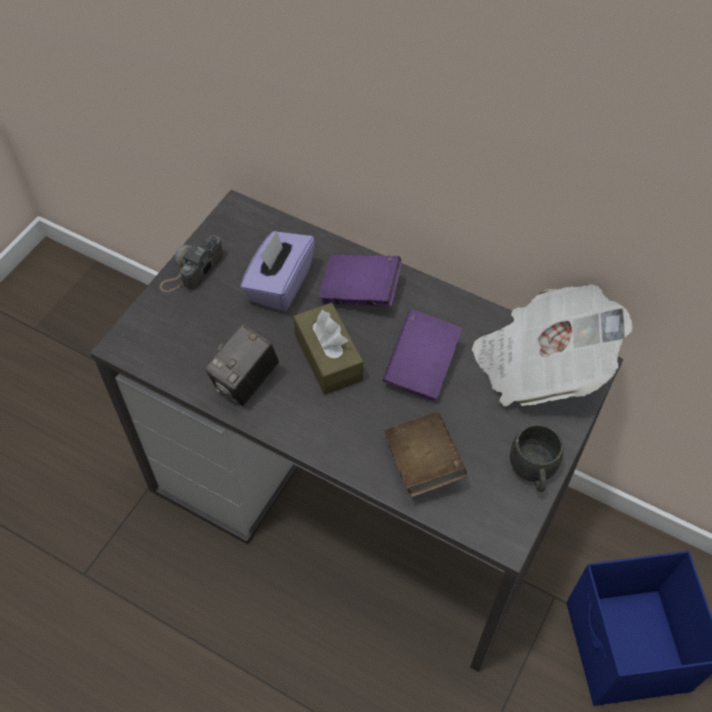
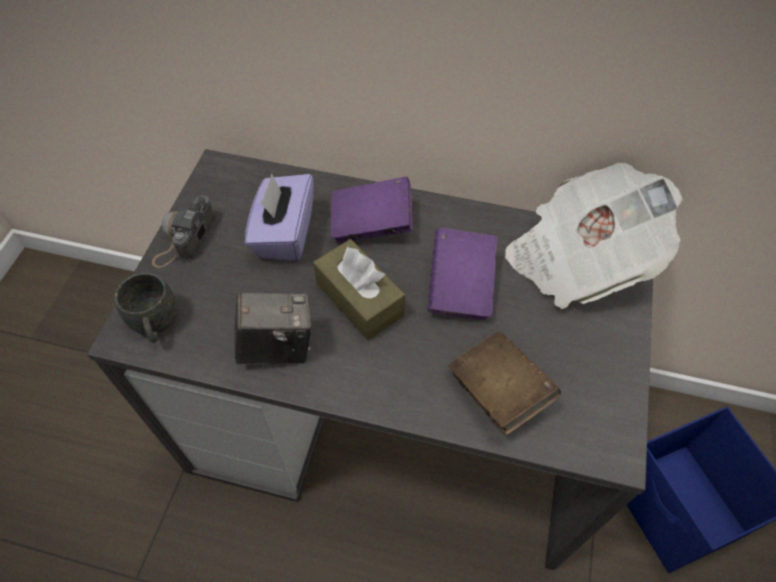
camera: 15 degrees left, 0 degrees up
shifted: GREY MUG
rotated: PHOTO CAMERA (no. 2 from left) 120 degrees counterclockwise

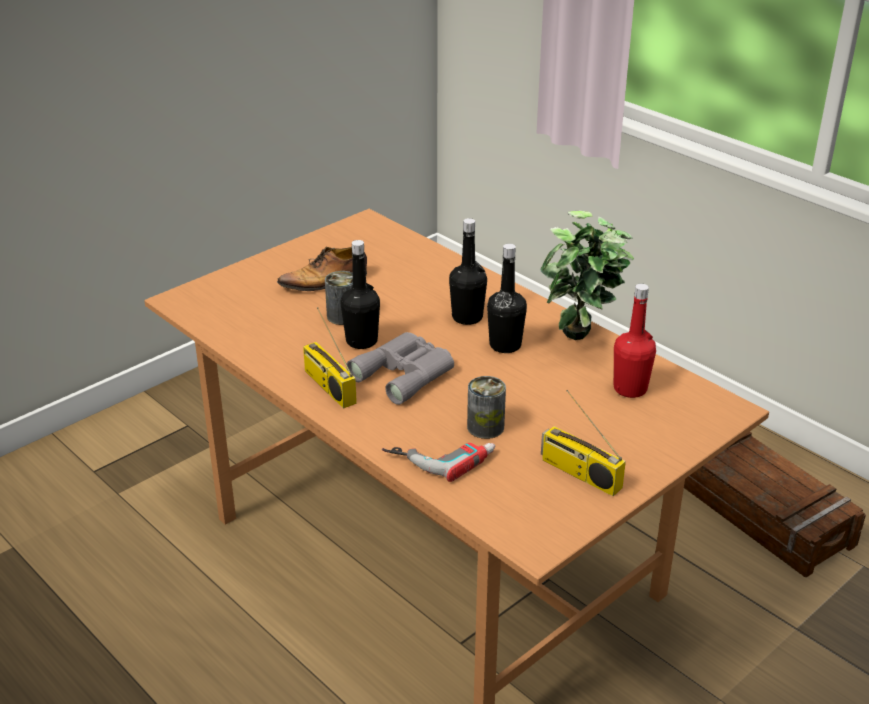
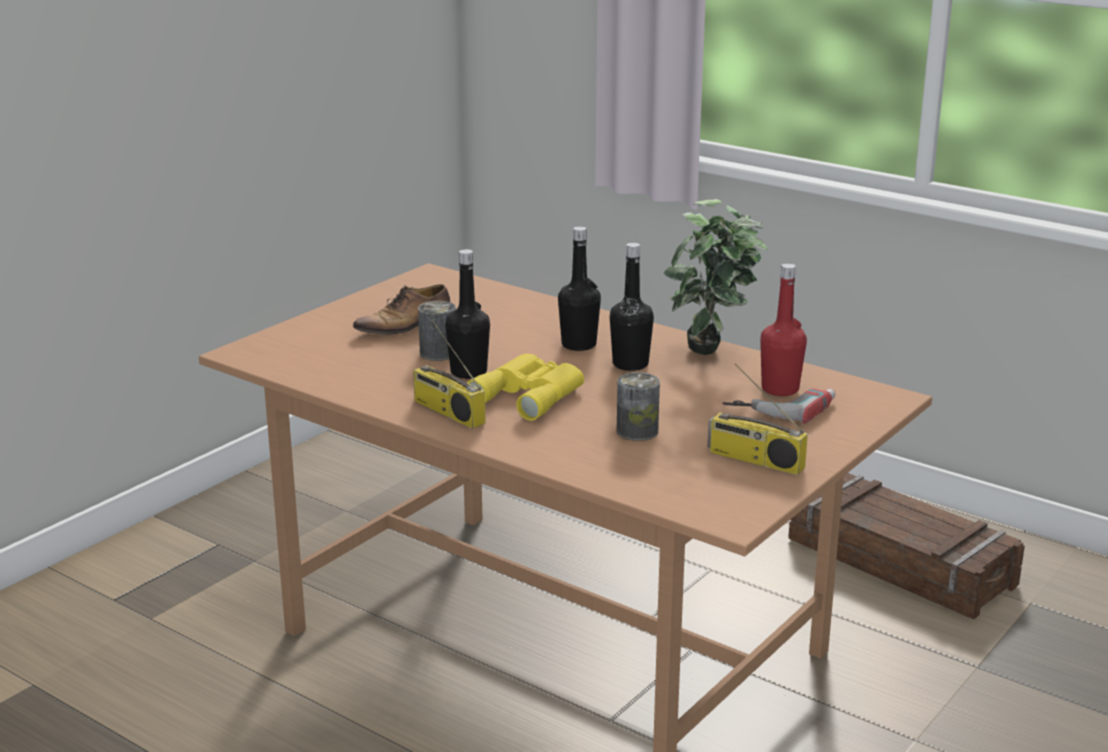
camera: 10 degrees left, 10 degrees down
shifted: POWER DRILL
repainted: GREY BINOCULARS to YELLOW BINOCULARS

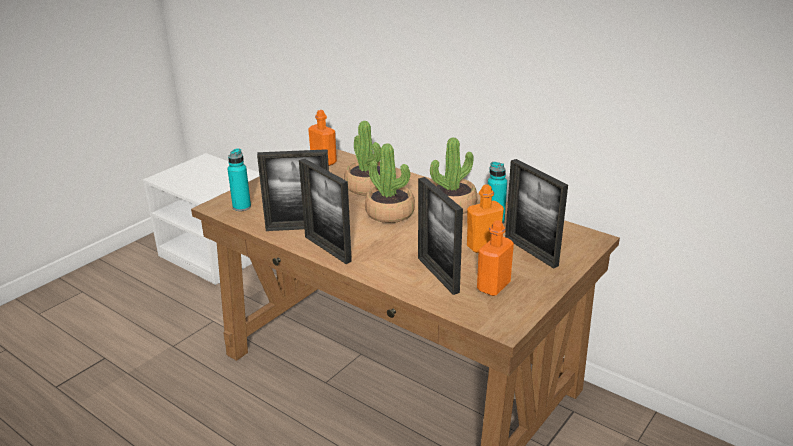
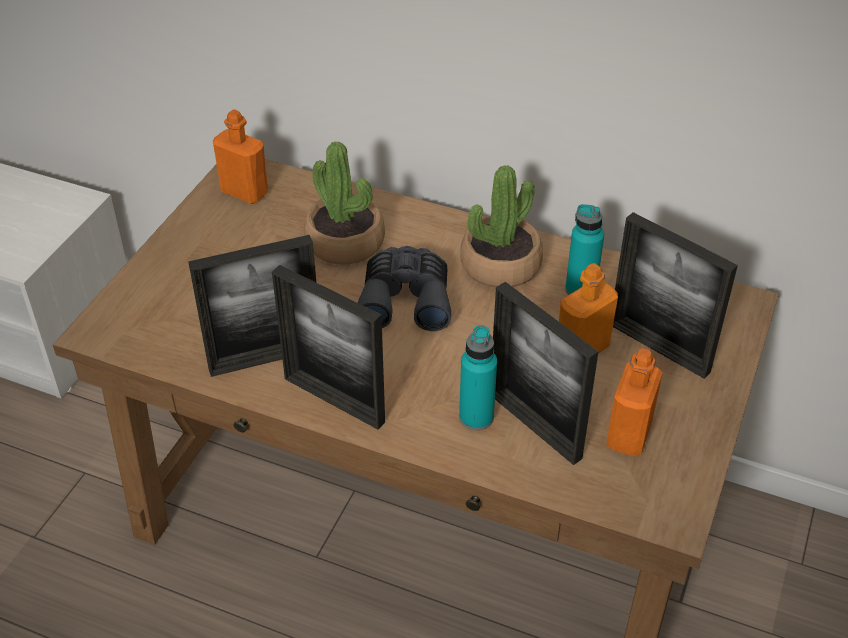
camera: 15 degrees left, 15 degrees up
shifted: TURQUOISE BOTTLE (no. 1 from left)
swapped: POTTED PLANT (no. 2 from left) to GREY BINOCULARS

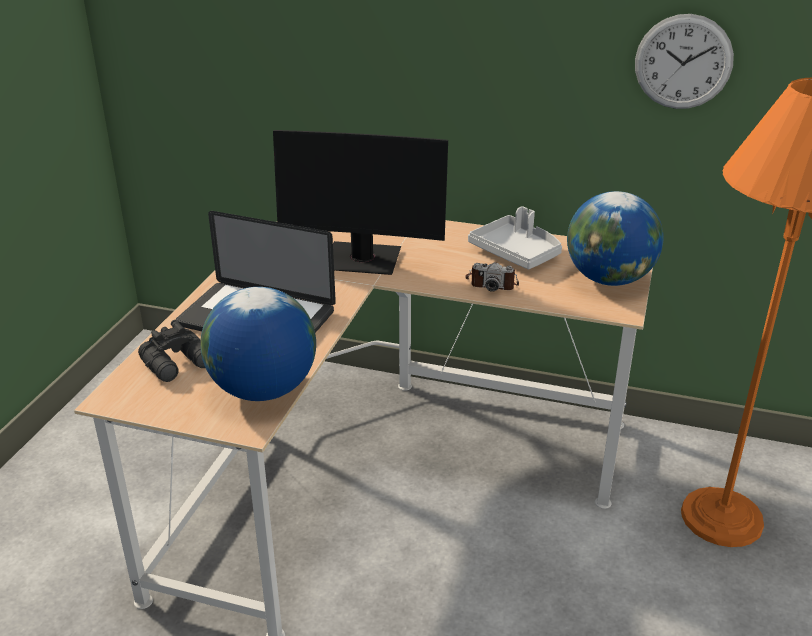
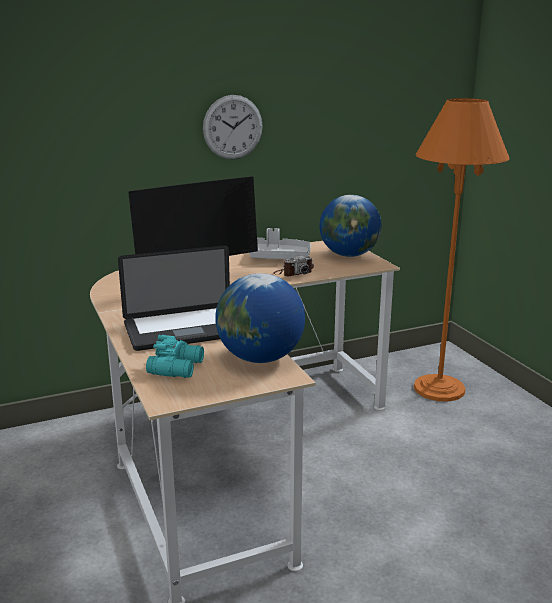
camera: 40 degrees left, 10 degrees down
shifted: WALL CLOCK
repainted: BLACK BINOCULARS to TURQUOISE BINOCULARS

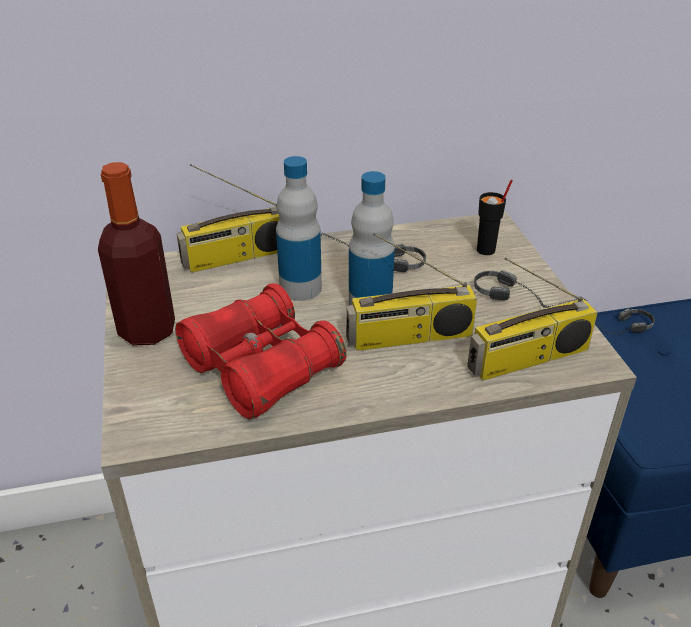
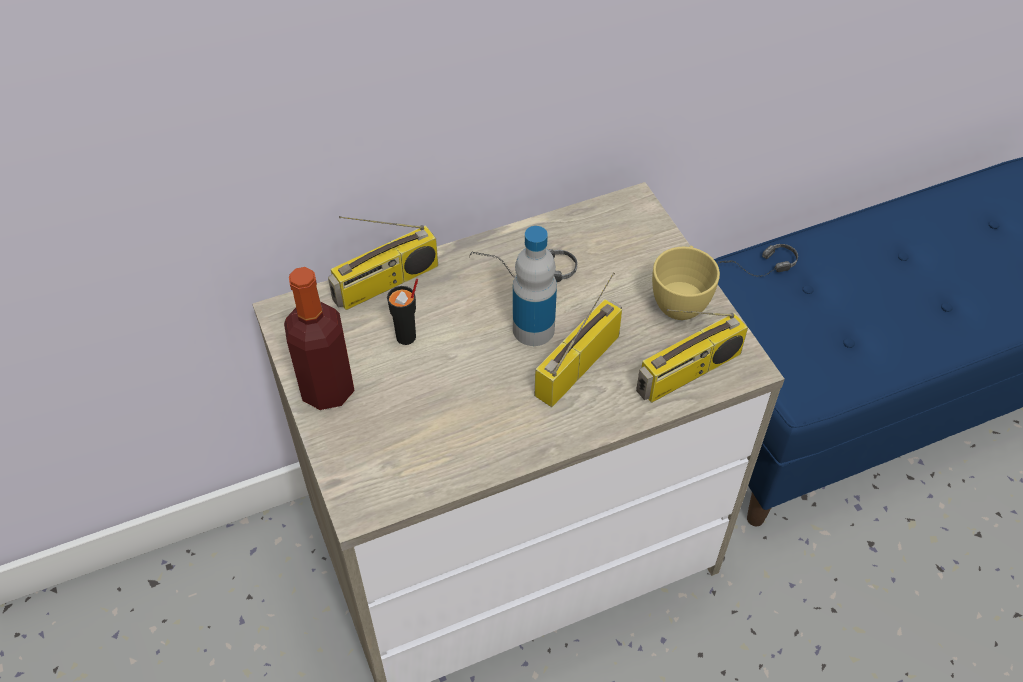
camera: 10 degrees left, 15 degrees up
gone: RED BINOCULARS; BOTTLE (no. 2 from left)
shifted: BLACK CUP
swapped: HEADPHONES (no. 2 from left) to YELLOW CUP
rotated: RADIO (no. 2 from left) 150 degrees clockwise

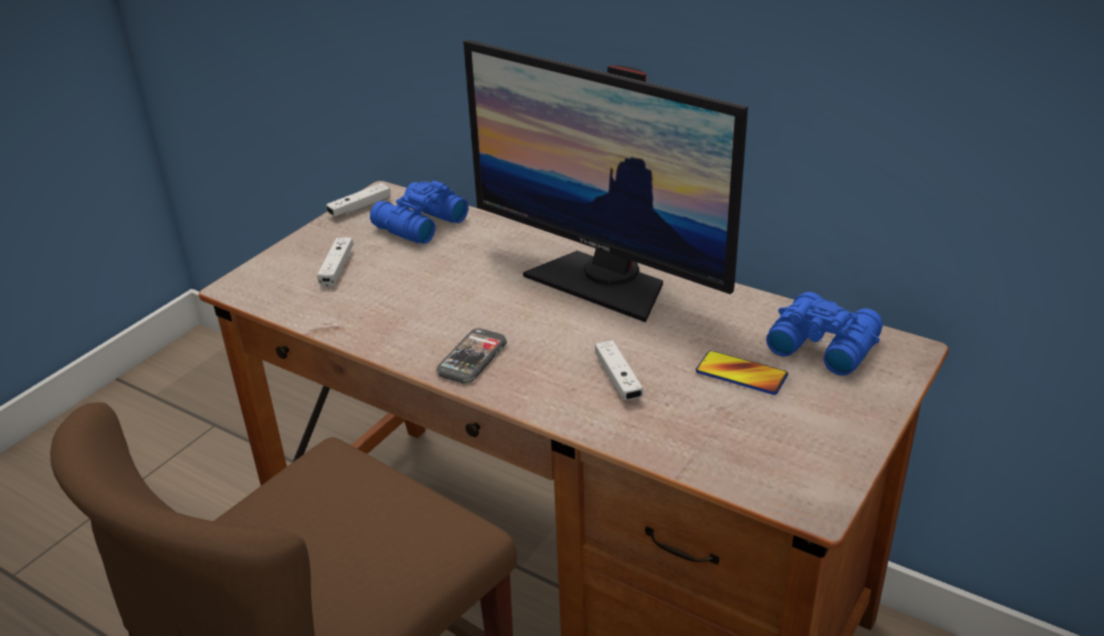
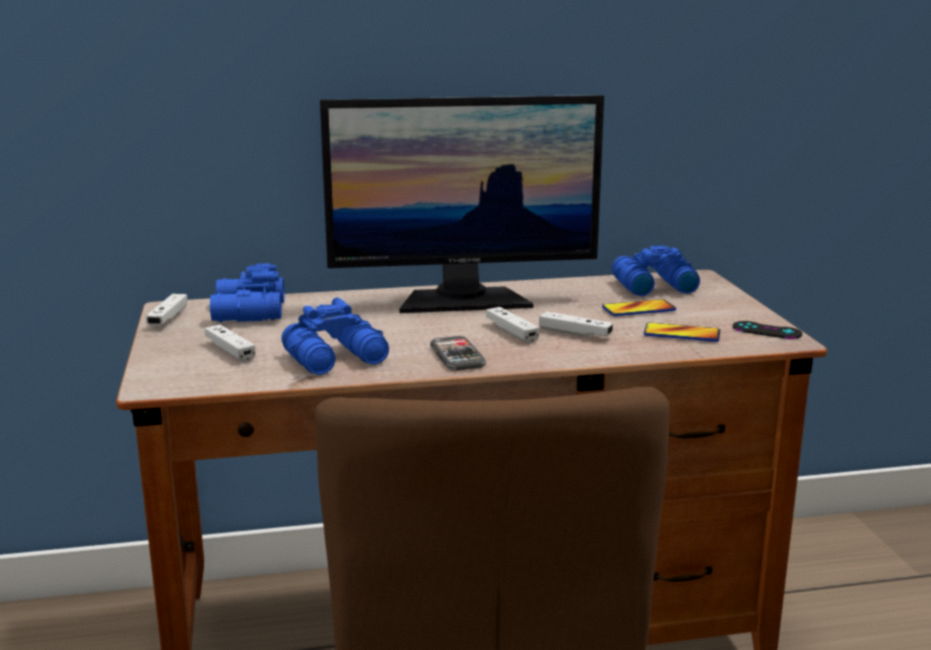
camera: 45 degrees left, 15 degrees down
new: BLUE BINOCULARS (no. 2 from left); WHITE GAME CONTROLLER (no. 3 from left); PHONE (no. 3 from left); BLACK GAME CONTROLLER

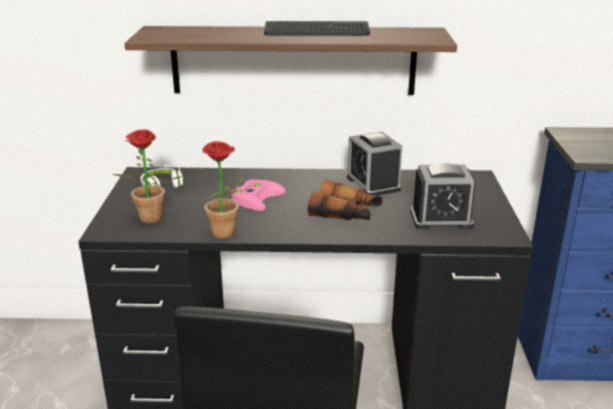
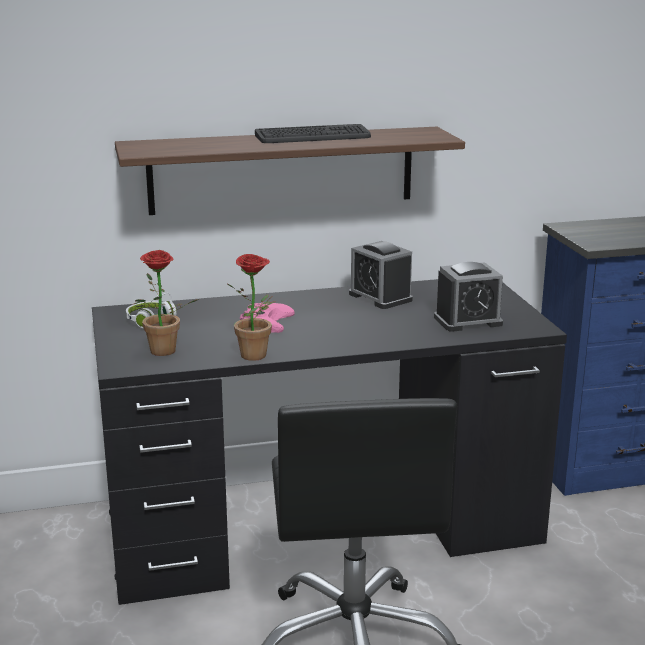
camera: 15 degrees left, 5 degrees down
gone: BINOCULARS

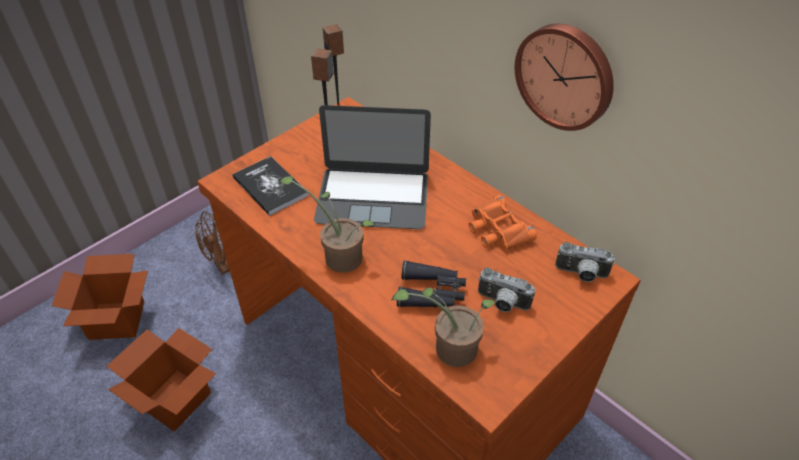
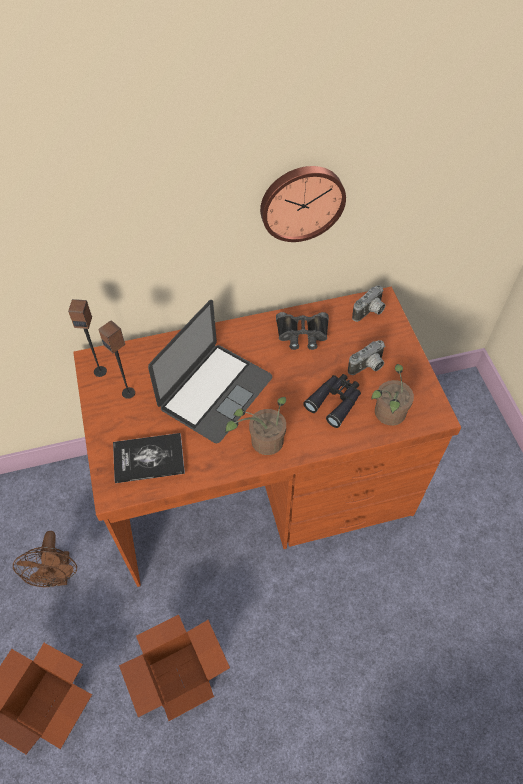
camera: 60 degrees left, 10 degrees up
repainted: ORANGE BINOCULARS to BLACK BINOCULARS (no. 1 from left)

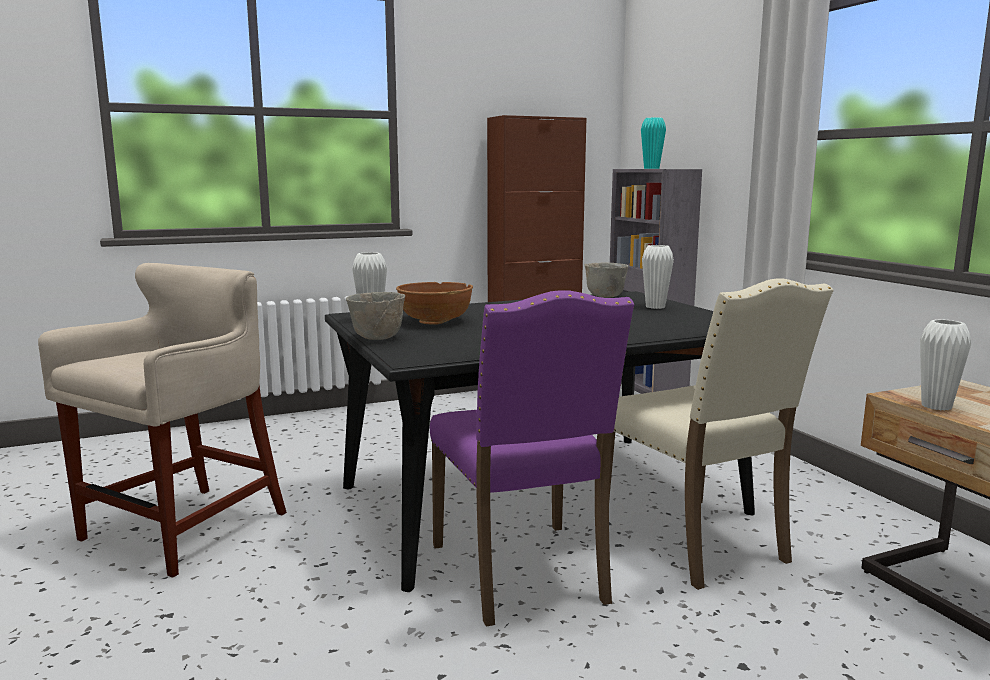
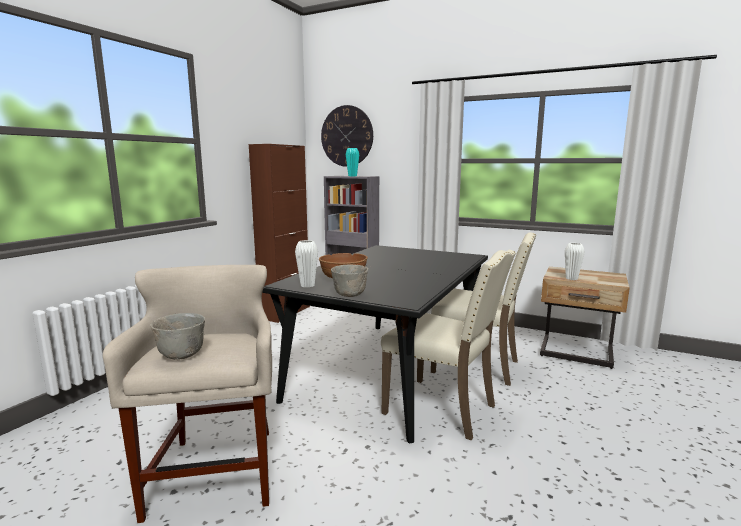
camera: 40 degrees left, 0 degrees up
gone: WHITE VASE (no. 2 from left)
new: WALL CLOCK
shifted: GREY BOWL (no. 2 from left in the first image) to GREY BOWL (no. 1 from left)
repainted: PURPLE CHAIR to BEIGE CHAIR (no. 1 from left)

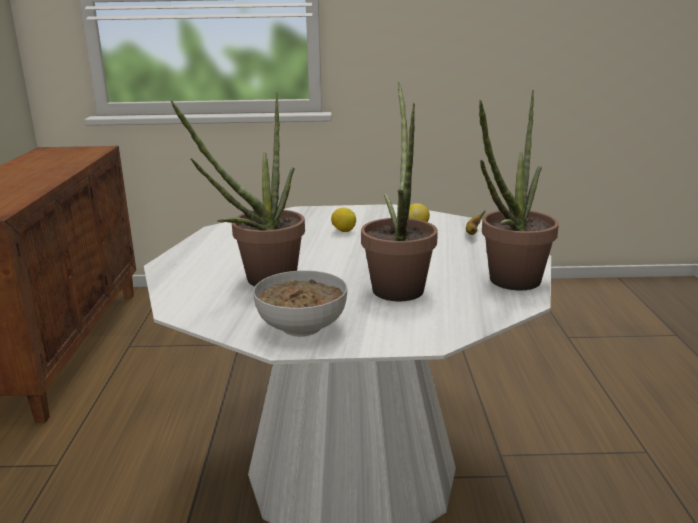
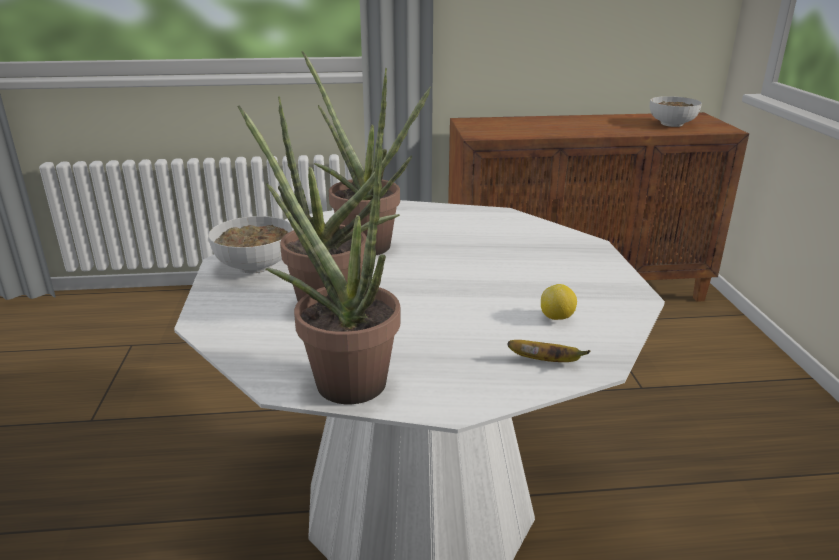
camera: 85 degrees right, 5 degrees up
gone: LEMON (no. 1 from left)
new: BOWL (no. 2 from left)

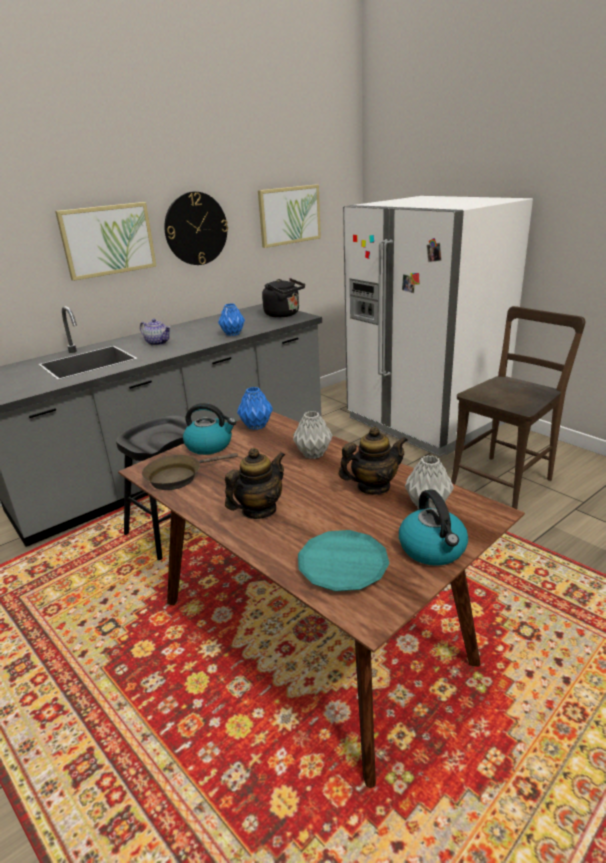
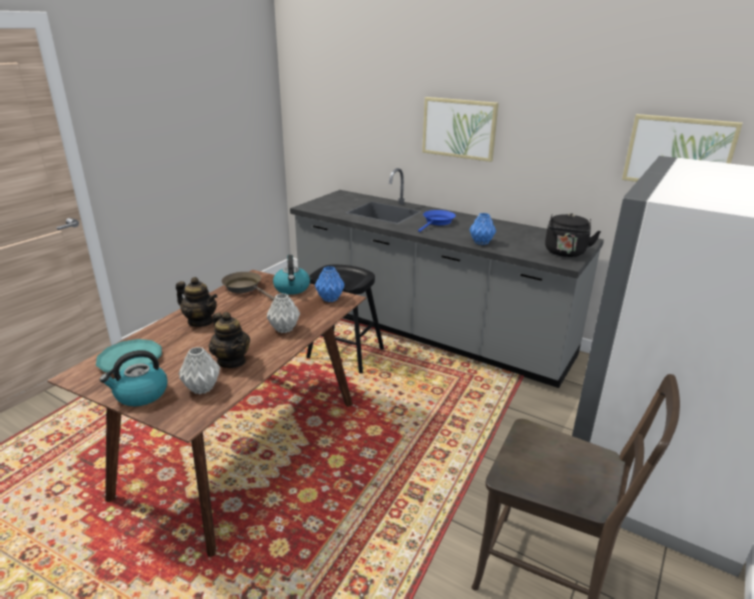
camera: 70 degrees right, 0 degrees up
gone: WALL CLOCK
swapped: TEAPOT (no. 1 from left) to BLUE FRYING PAN

